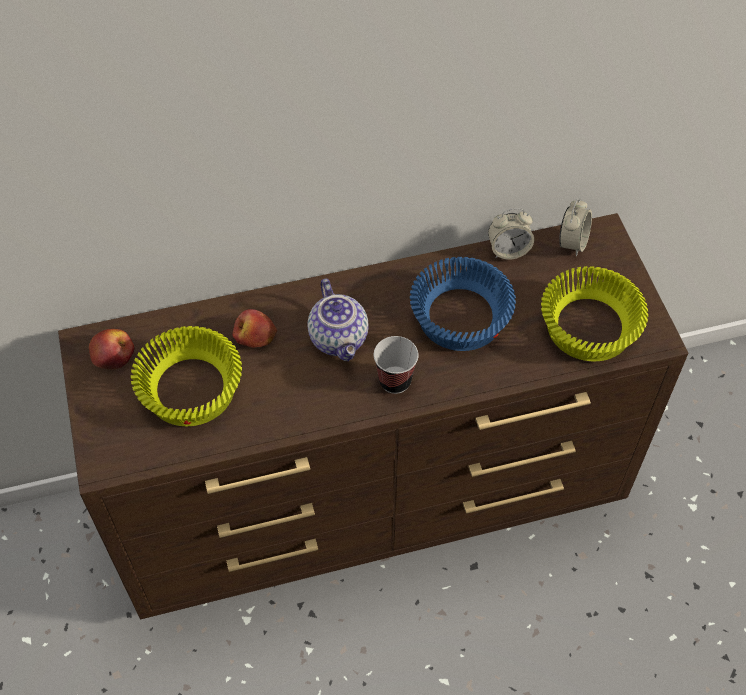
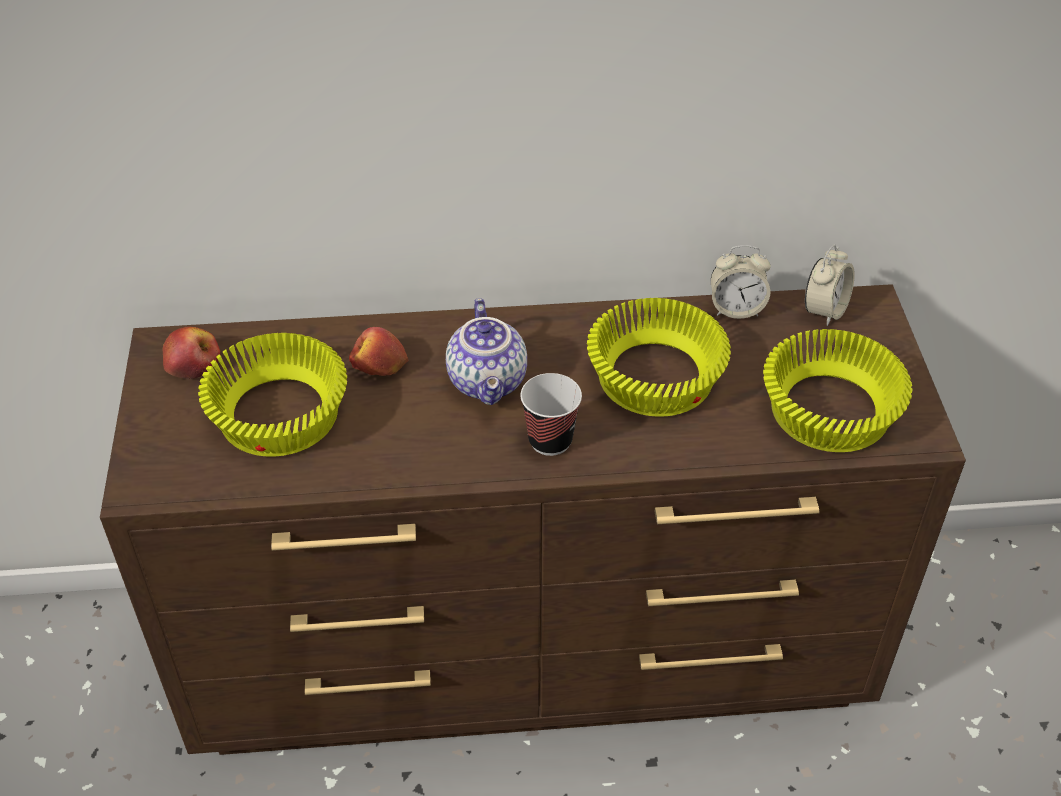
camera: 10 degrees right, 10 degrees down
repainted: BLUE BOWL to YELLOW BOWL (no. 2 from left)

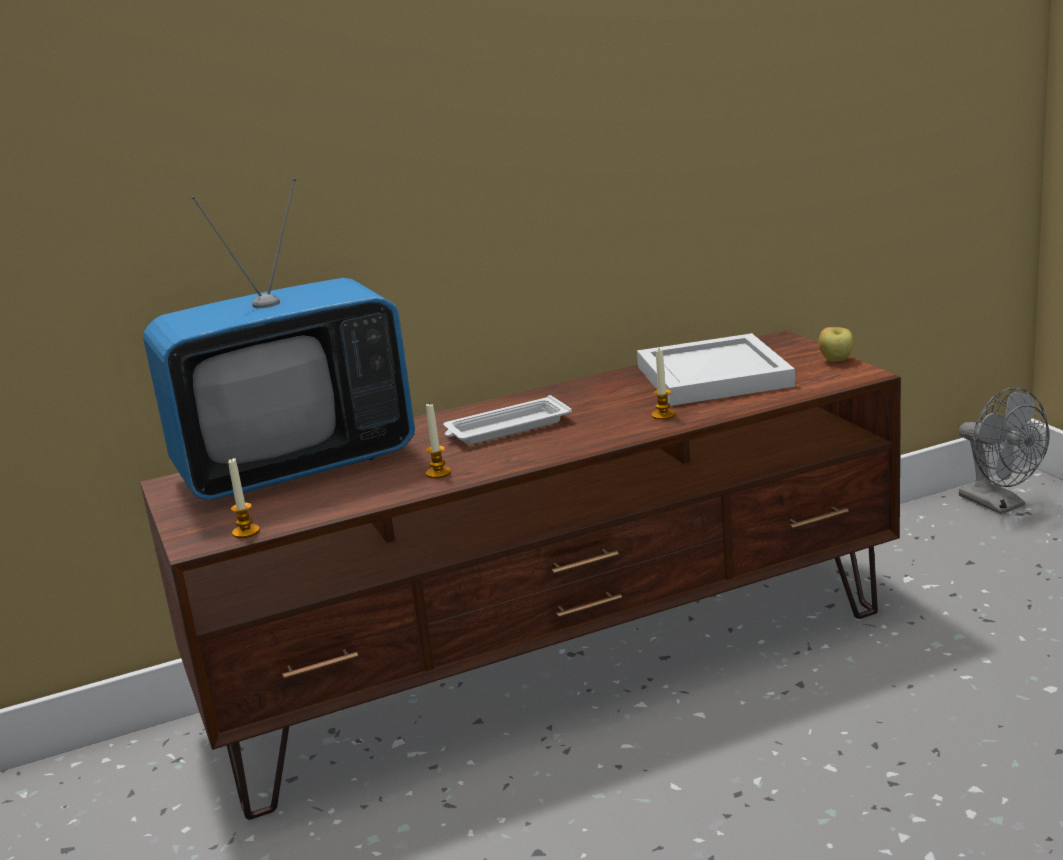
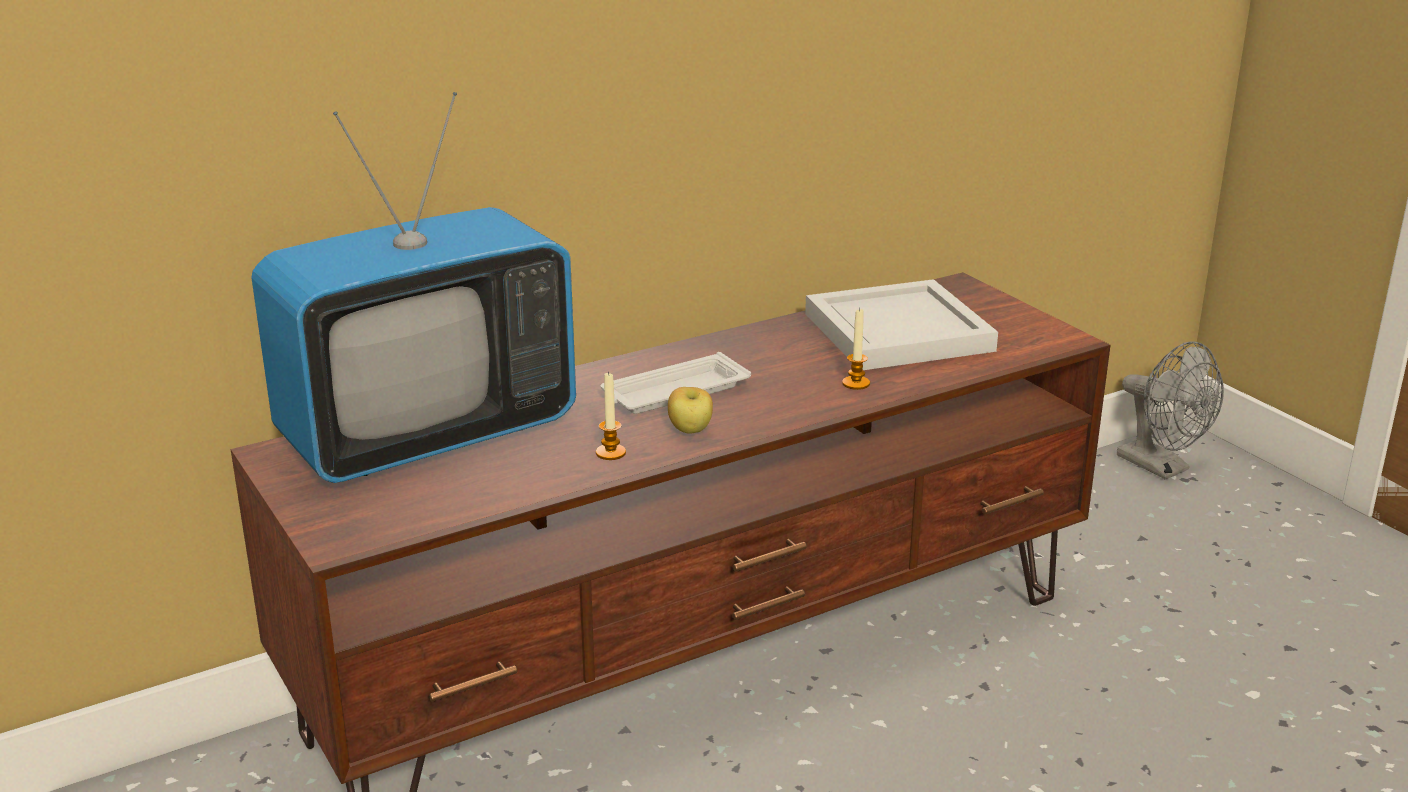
camera: 10 degrees left, 5 degrees up
gone: CANDLE (no. 1 from left)
shifted: APPLE

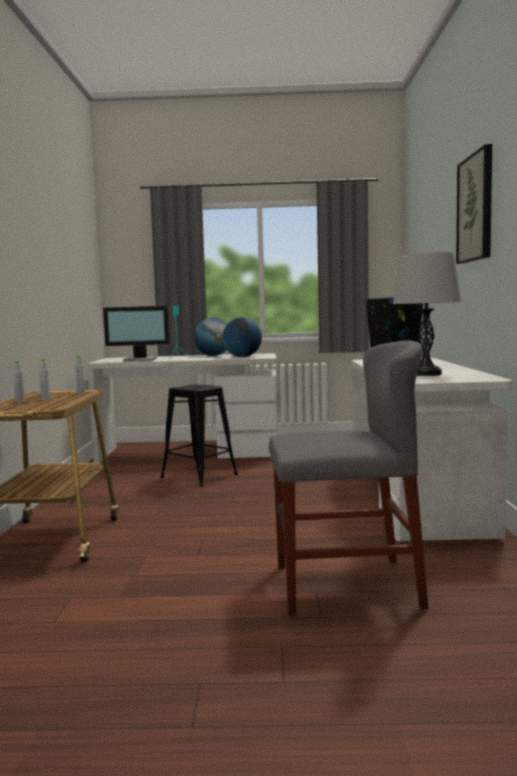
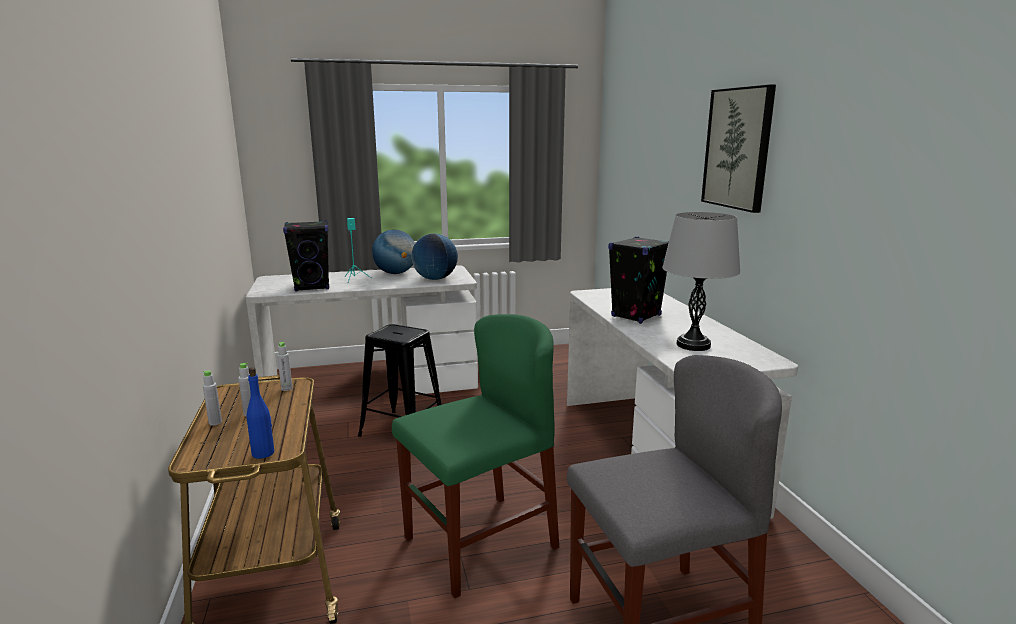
camera: 15 degrees left, 10 degrees up
new: BLUE BOTTLE; GREEN CHAIR
swapped: MONITOR to BLACK SPEAKER (no. 1 from left)

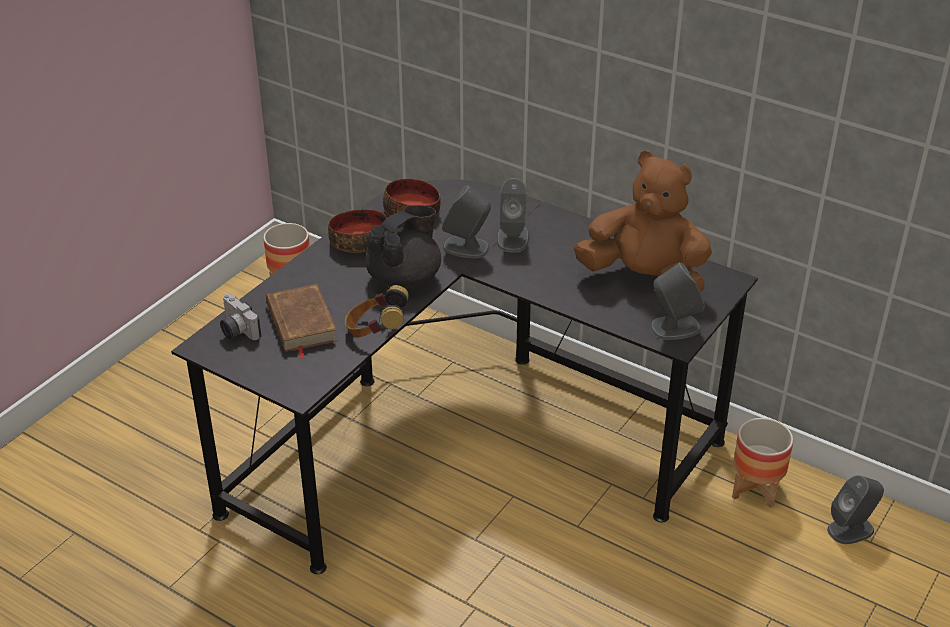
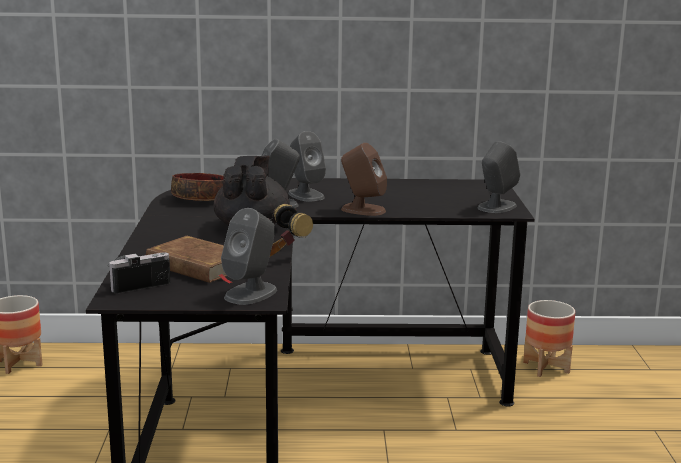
camera: 35 degrees left, 20 degrees down
gone: BOWL (no. 1 from left); BROWN PLUSH TOY
new: BROWN SPEAKER
shifted: GREY SPEAKER (no. 4 from left in the first image) to GREY SPEAKER (no. 1 from left)
rotated: PHOTO CAMERA 135 degrees clockwise

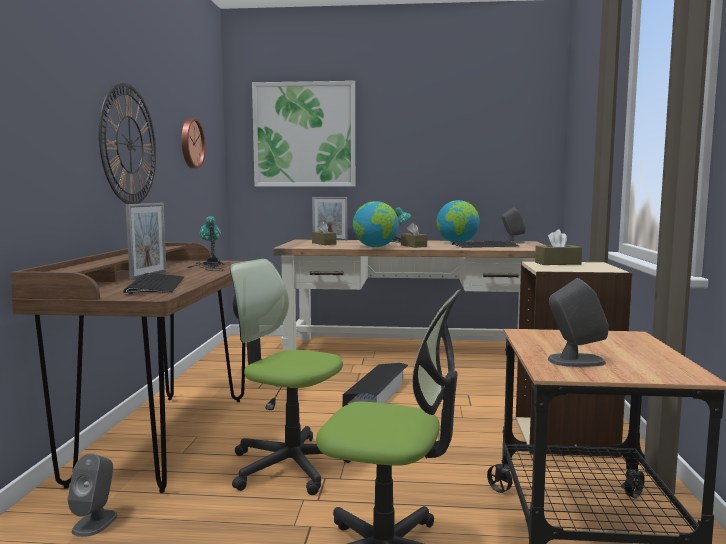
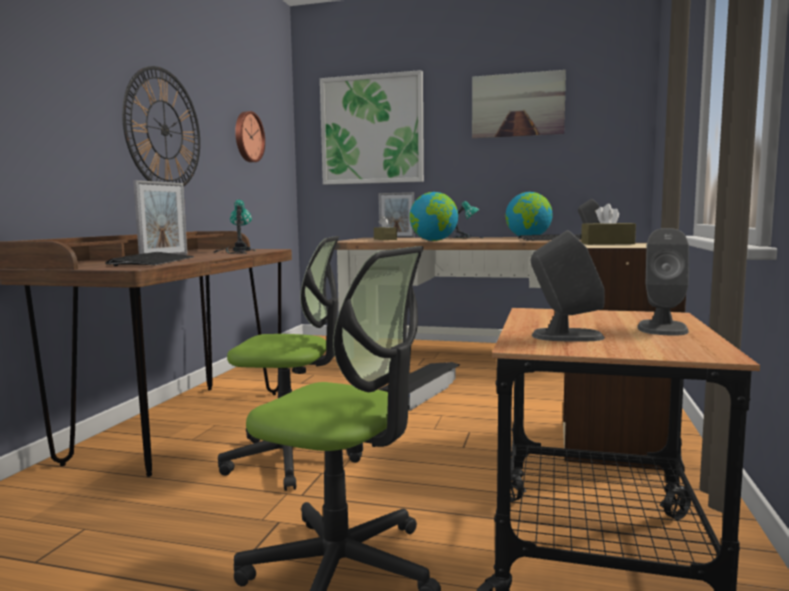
camera: 10 degrees right, 0 degrees up
gone: BROWN TISSUE BOX (no. 2 from left)
new: PICTURE (no. 2 from left)
shifted: GREY SPEAKER (no. 1 from left in the first image) to GREY SPEAKER (no. 3 from left)
rotated: OFFICE CHAIR (no. 1 from left) 150 degrees clockwise

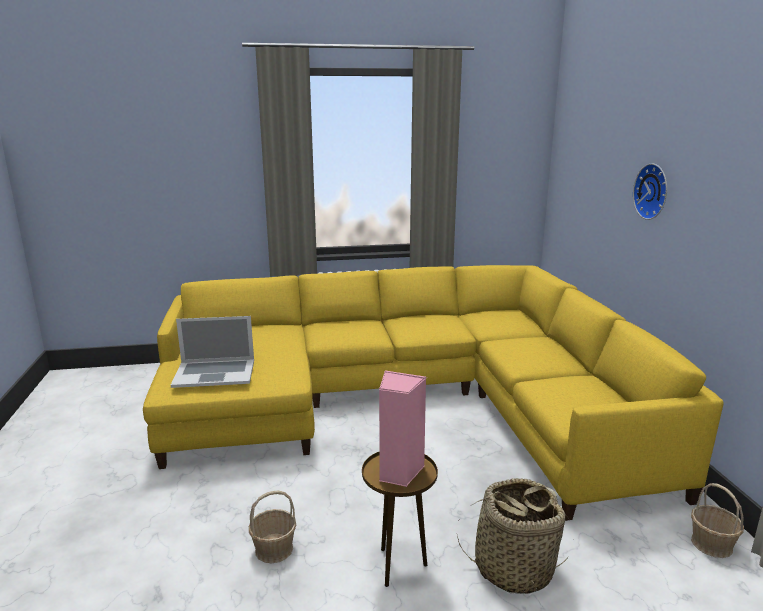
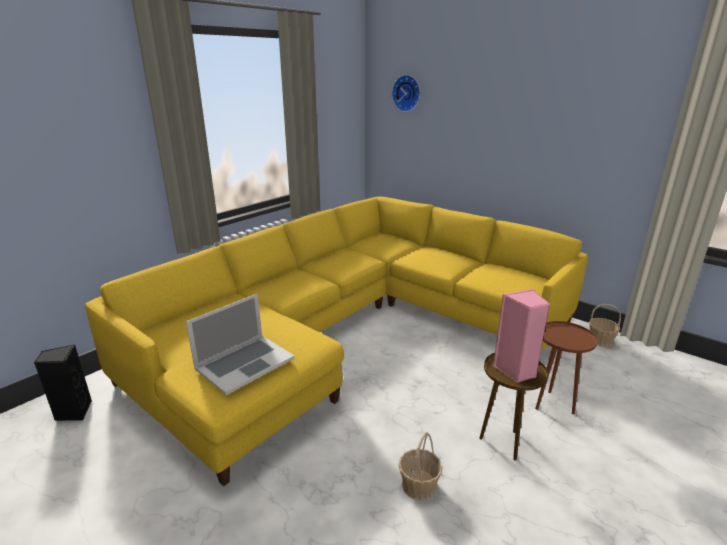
camera: 40 degrees left, 5 degrees up
new: BLACK SPEAKER
shifted: WALL CLOCK
swapped: BASKET (no. 2 from left) to BROWN SIDE TABLE (no. 2 from left)

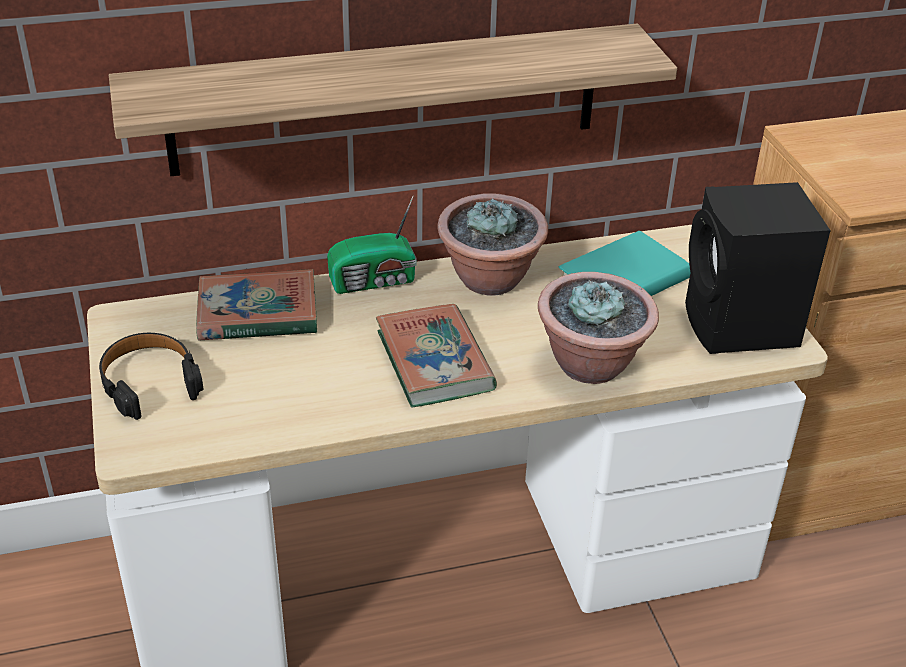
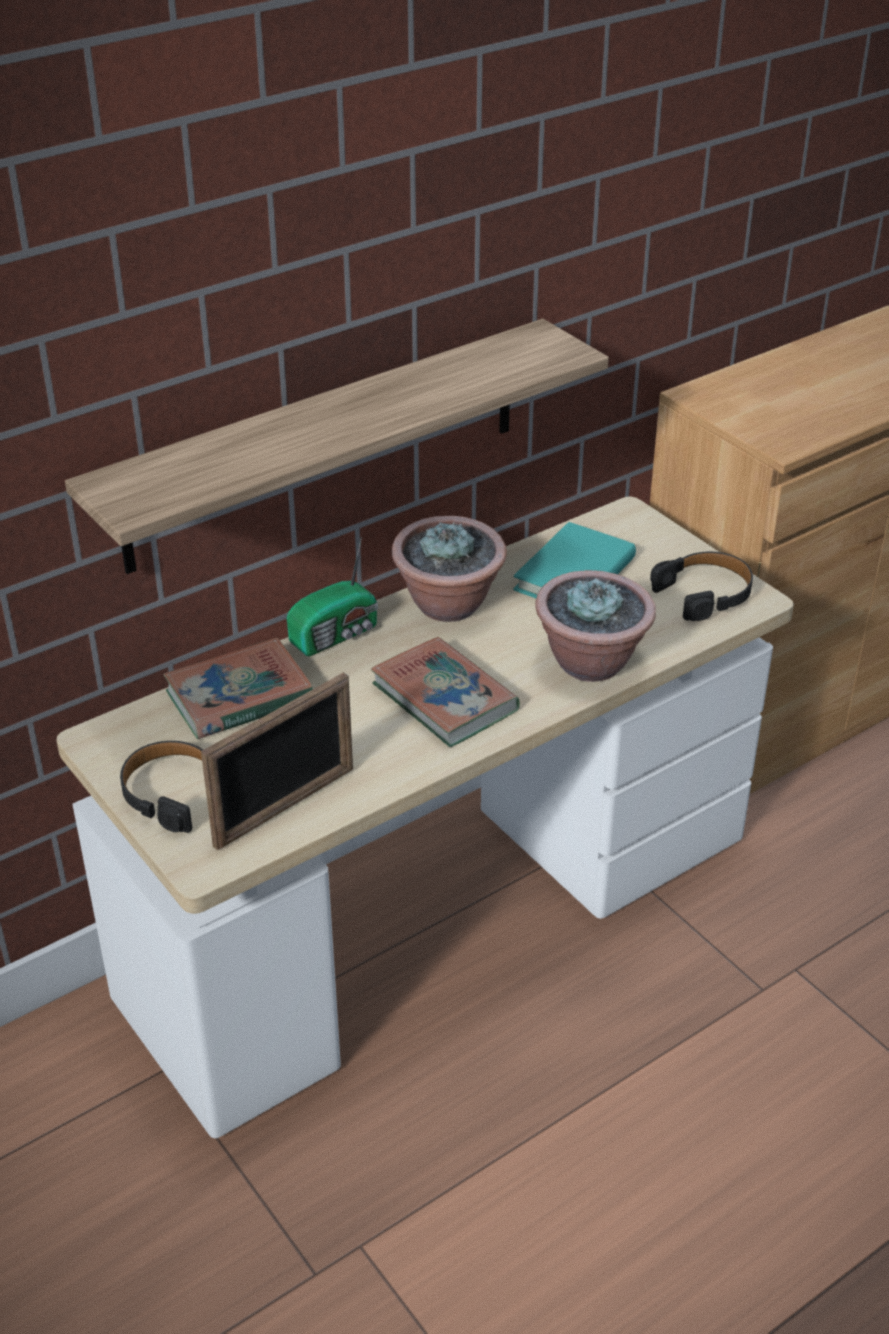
camera: 20 degrees left, 0 degrees up
new: PICTURE FRAME
swapped: BLACK SPEAKER to BLACK HEADPHONES (no. 2 from left)

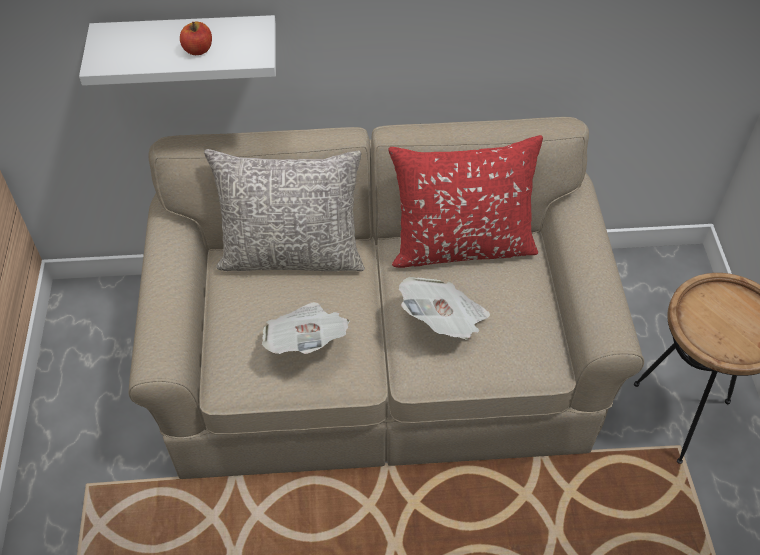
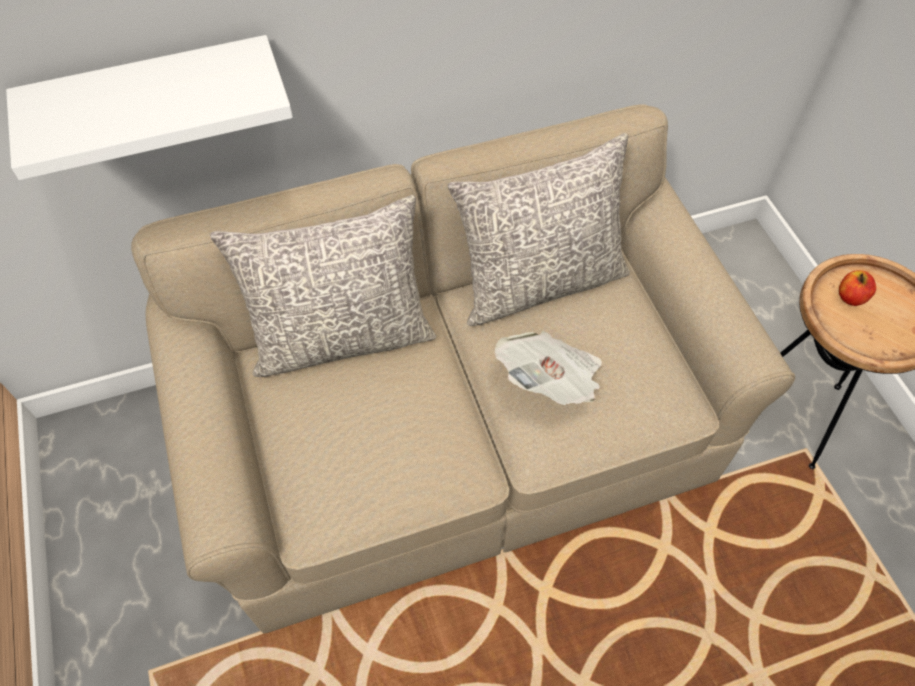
camera: 15 degrees left, 5 degrees up
gone: NEWSPAPER (no. 1 from left)
shifted: APPLE
repainted: RED PILLOW to GREY PILLOW (no. 2 from left)

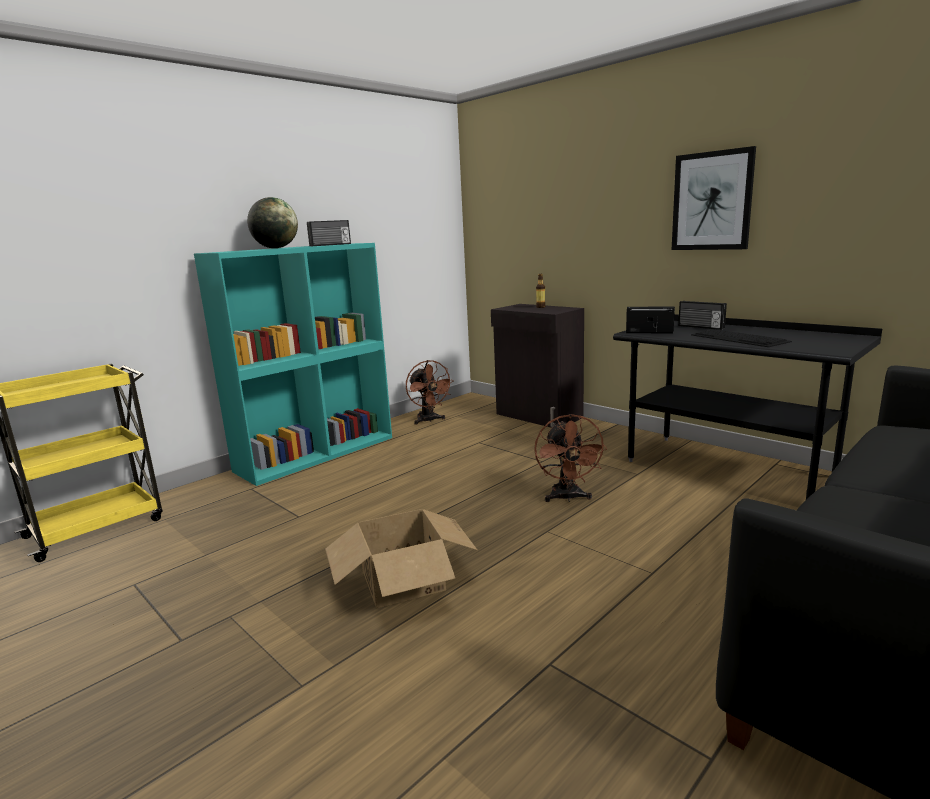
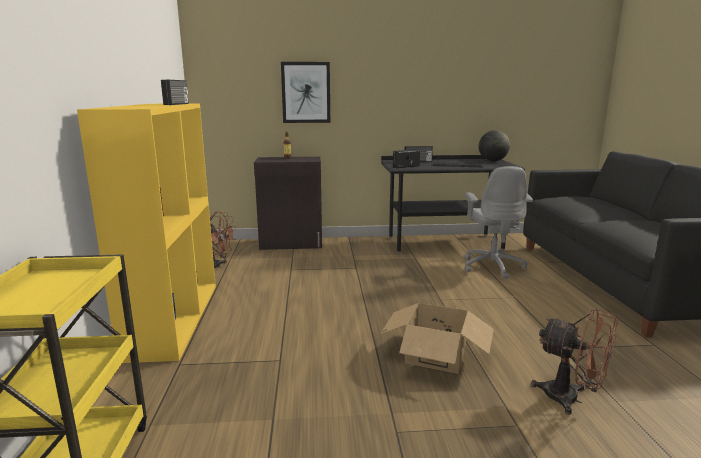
camera: 50 degrees left, 0 degrees up
new: GREY OFFICE CHAIR
shifted: PICTURE; GLOBE; BROWN FAN (no. 2 from left)
repainted: TURQUOISE BOOKCASE to YELLOW BOOKCASE

